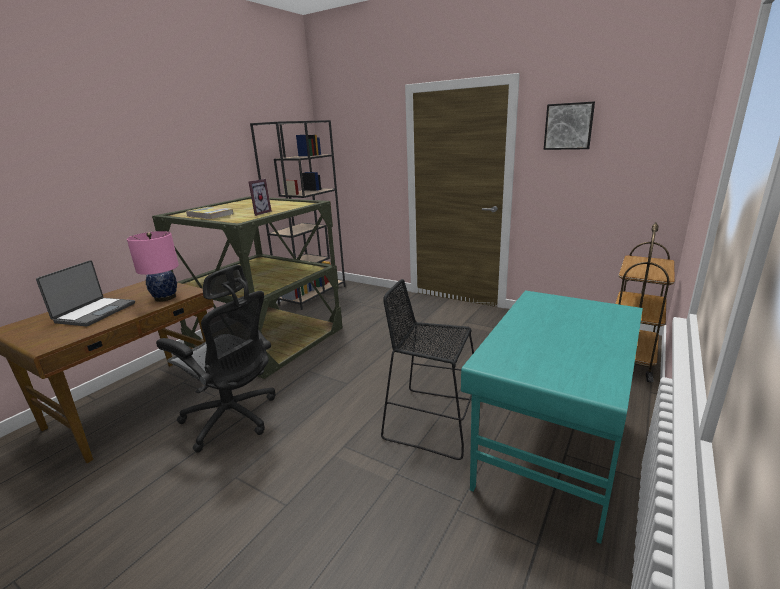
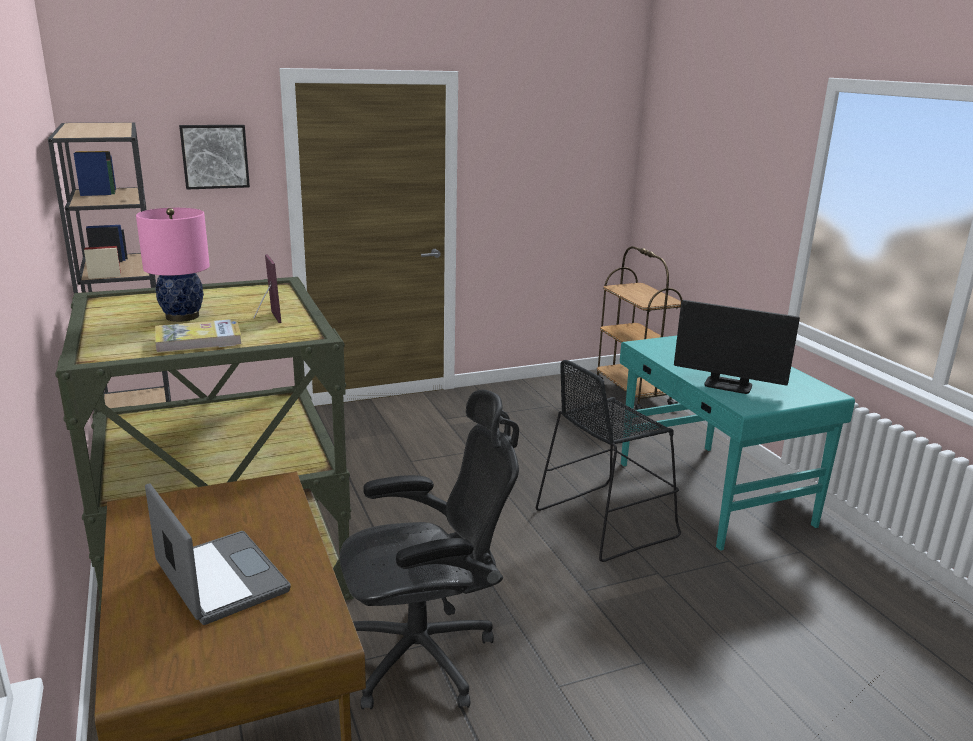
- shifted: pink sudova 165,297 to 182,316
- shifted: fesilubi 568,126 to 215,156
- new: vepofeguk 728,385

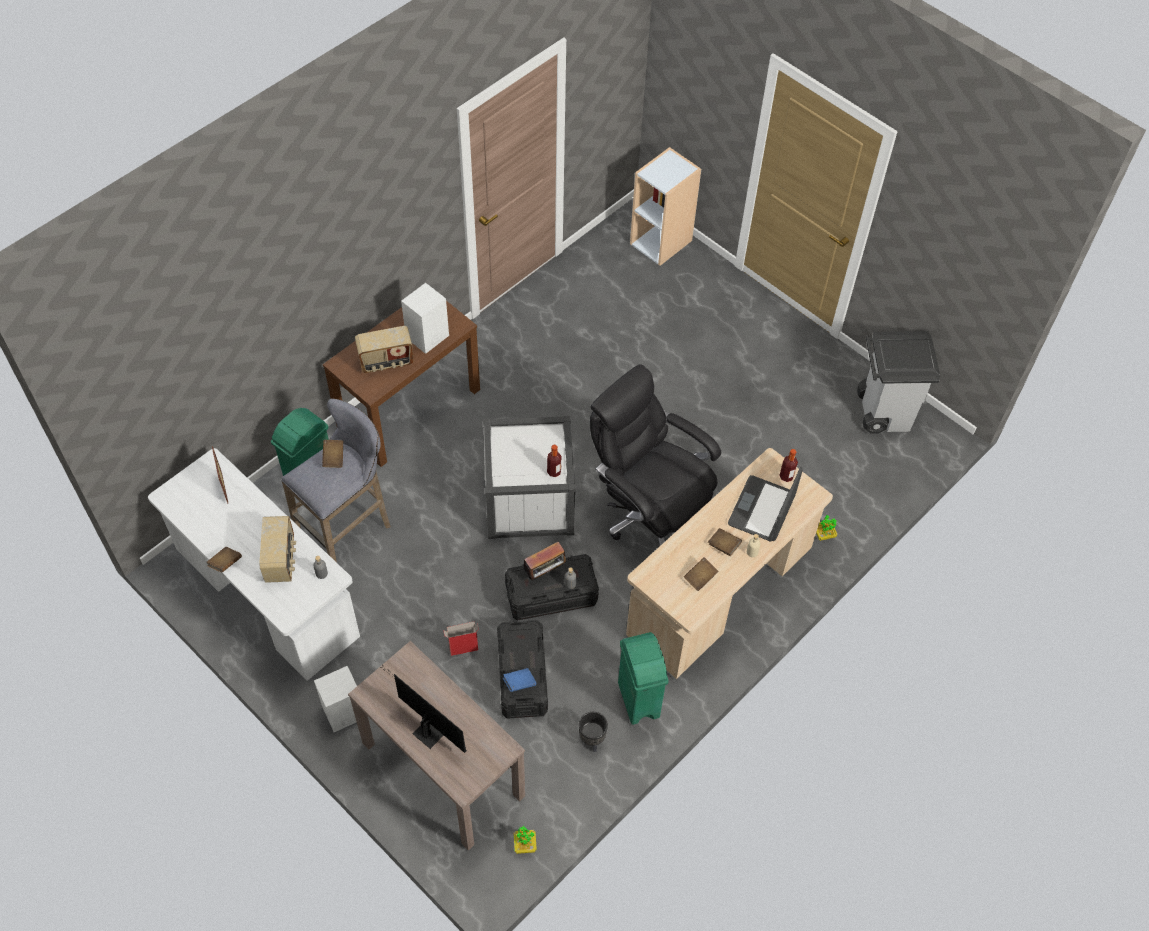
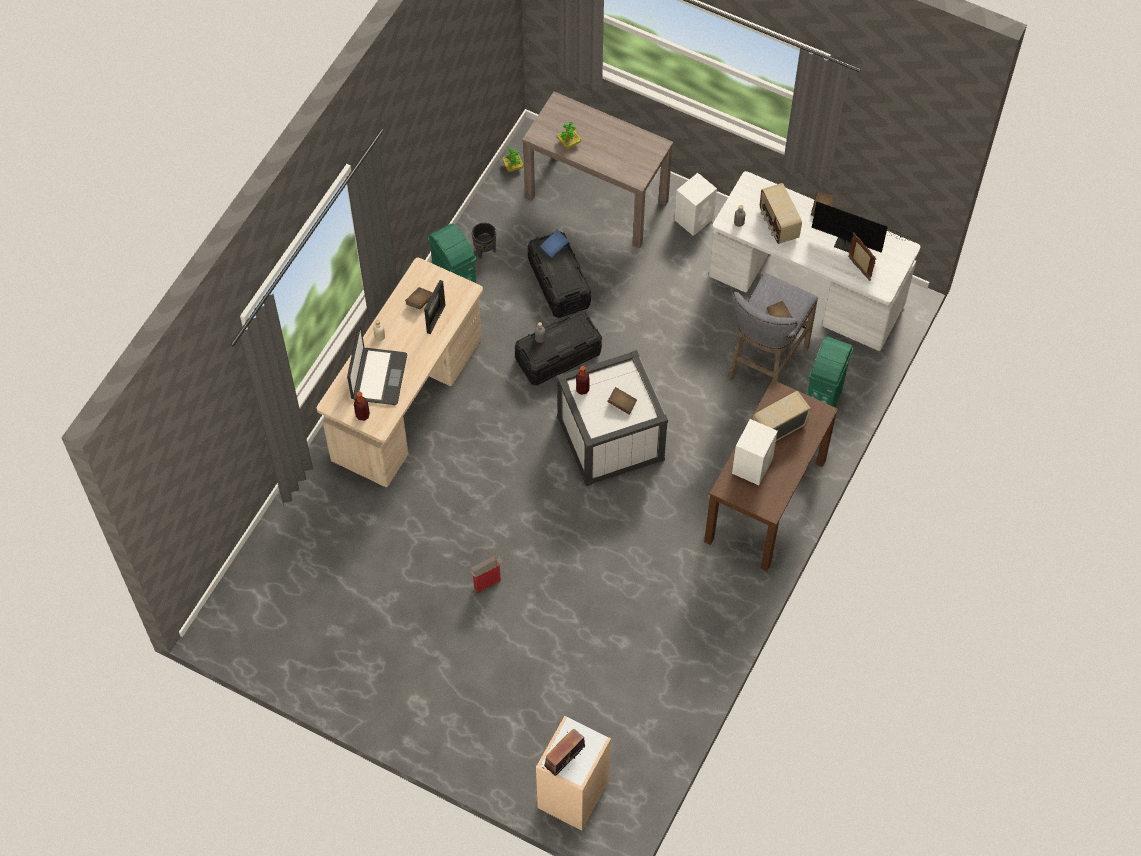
- new: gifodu 436,319
- shifted: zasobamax 463,650 to 487,584
- shifted: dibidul 545,572 to 563,760
- shifted: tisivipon 824,534 to 569,142
- shifted: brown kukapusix 724,546 to 622,404
- shifted: vepofeguk 427,728 to 849,244
- gone: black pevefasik 648,512
- gone: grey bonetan 882,411

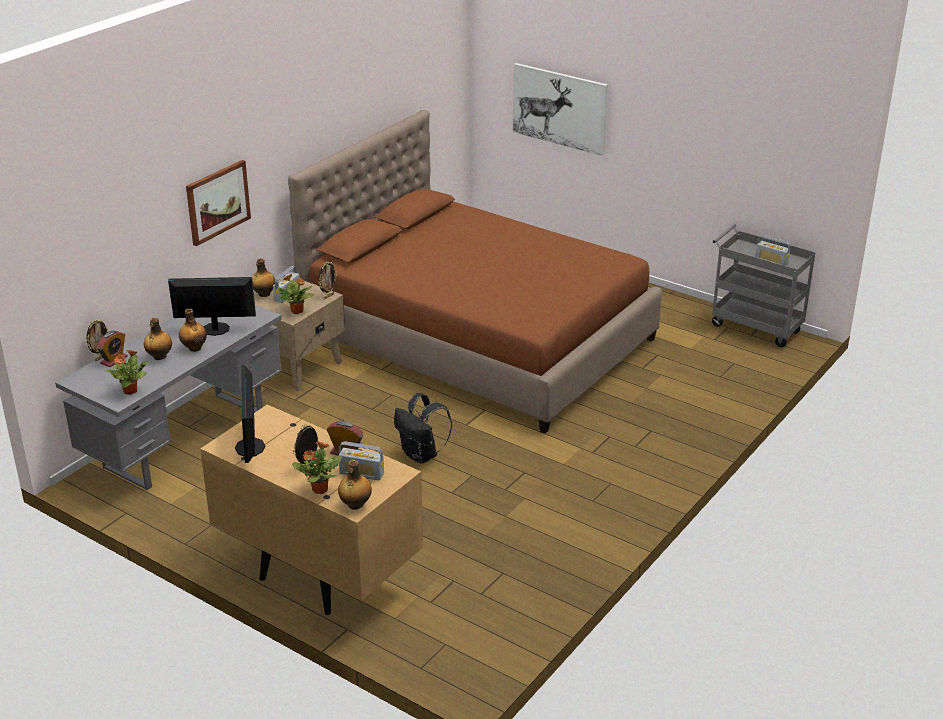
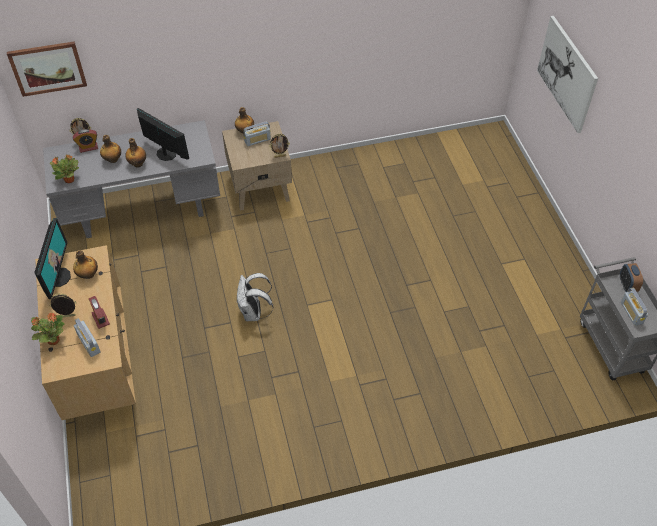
- shifted: fesilubi 217,202 to 48,68
- rotated: vepofeguk 251,447 = 59,277 150 degrees clockwise
- shifted: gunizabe 355,505 to 88,275
- repainted: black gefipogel 422,455 to white gefipogel 253,313
- new: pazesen 627,285
- gone: tisivipon 297,311
- gone: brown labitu 477,338

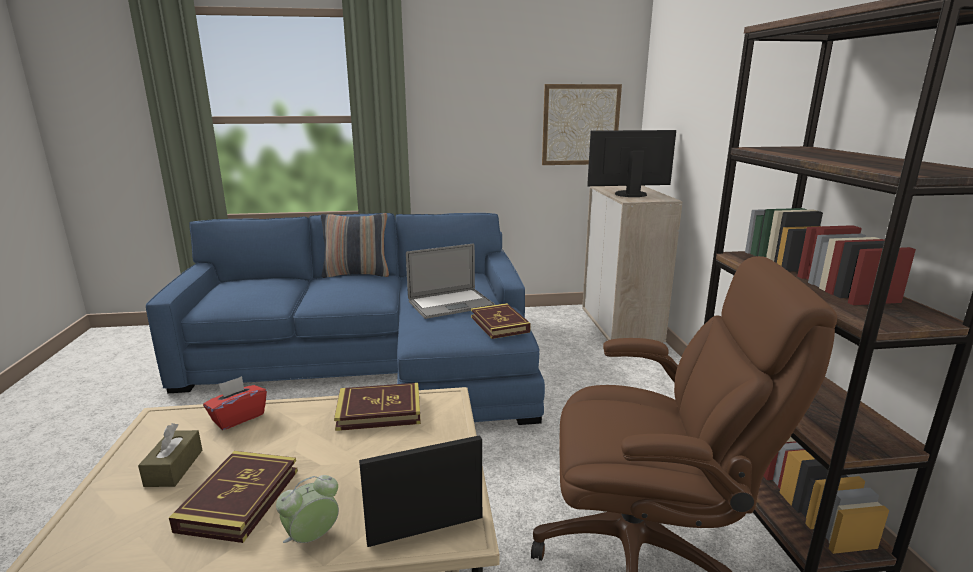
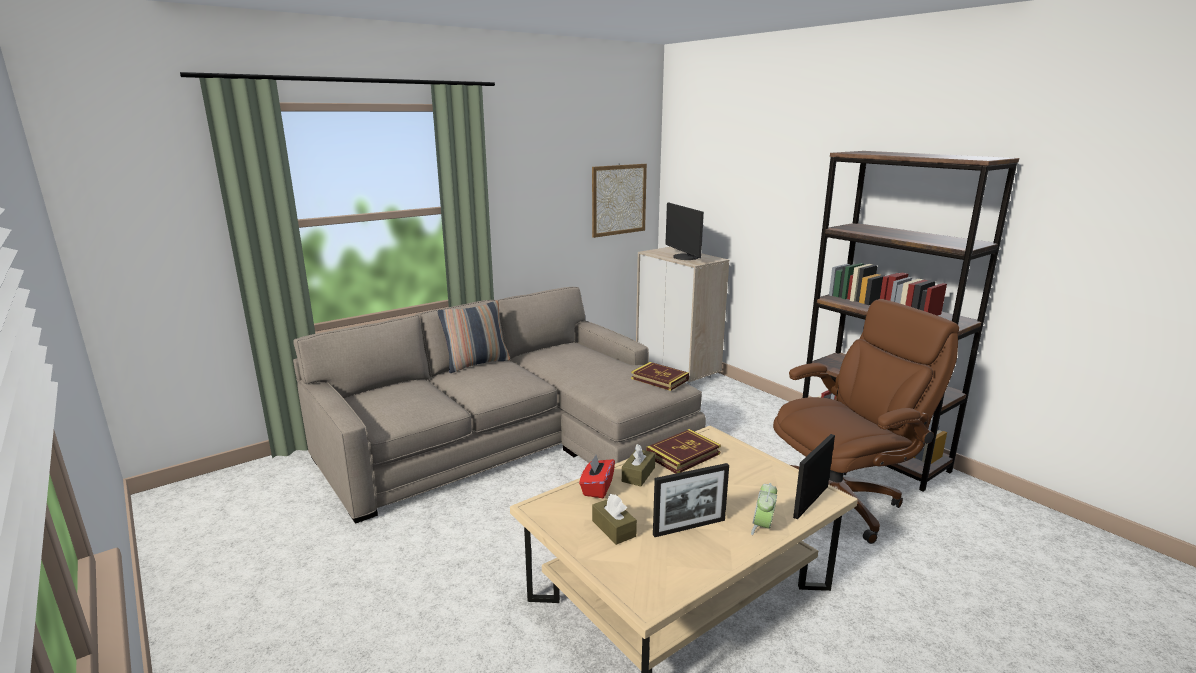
- repainted: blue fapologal 375,358 to beige fapologal 513,439
- new: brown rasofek 638,474
- swapped: kukapusix 239,499 to gifodu 689,527
- rotated: vepofeguk 629,194 = 684,257 75 degrees counterclockwise
- gone: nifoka 451,304

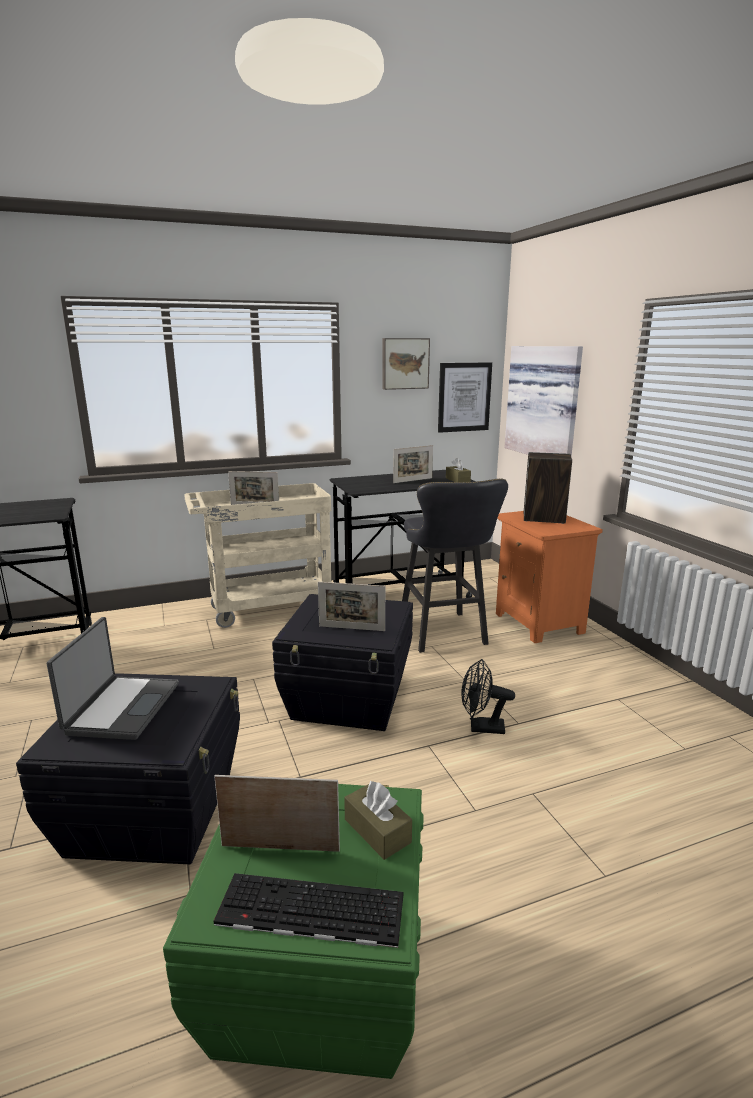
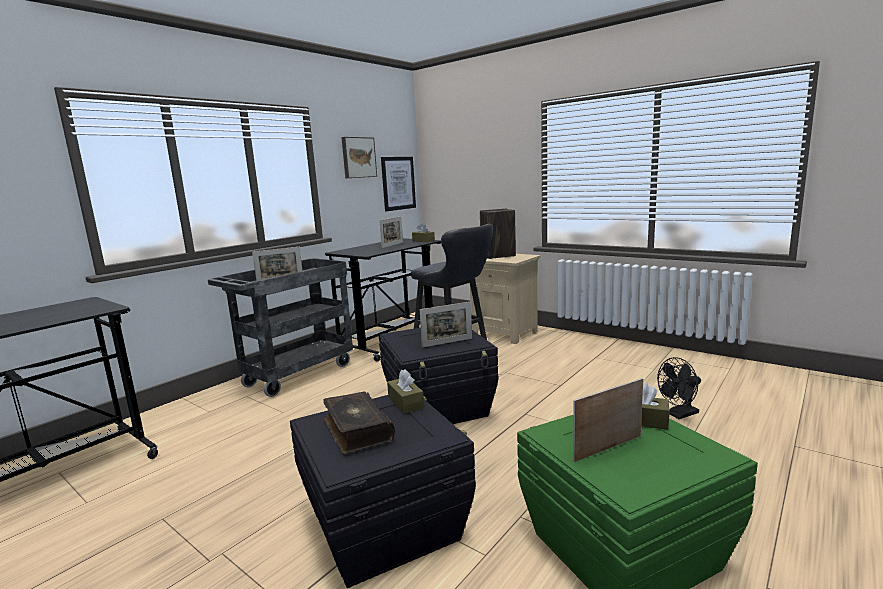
- repainted: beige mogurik 265,611 to black mogurik 295,377
- swapped: nifoka 121,708 to kukapusix 356,430
- new: brown rasofek 405,403
- repainted: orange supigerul 537,624 to beige supigerul 504,334
- shifted: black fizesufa 481,727 to 679,414
- gone: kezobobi 308,912
- gone: fesilubi 545,402

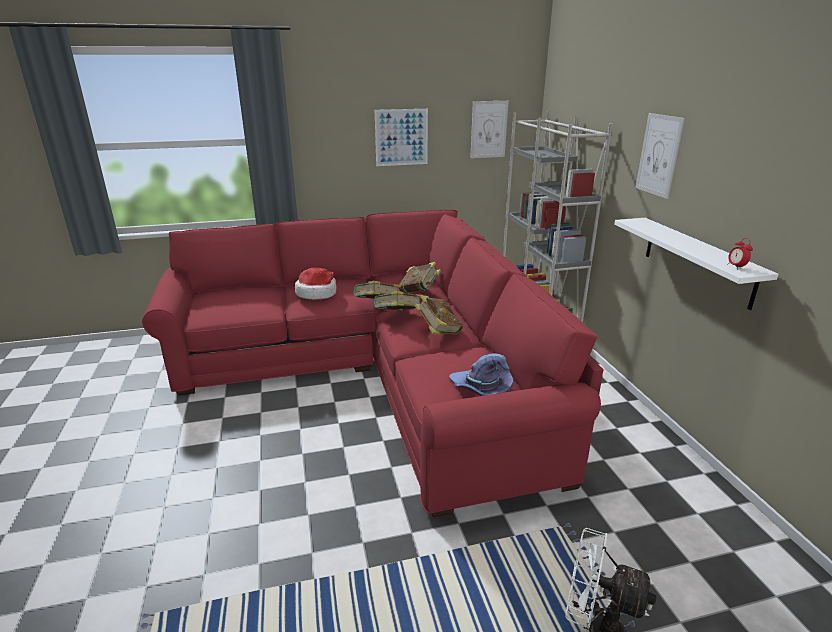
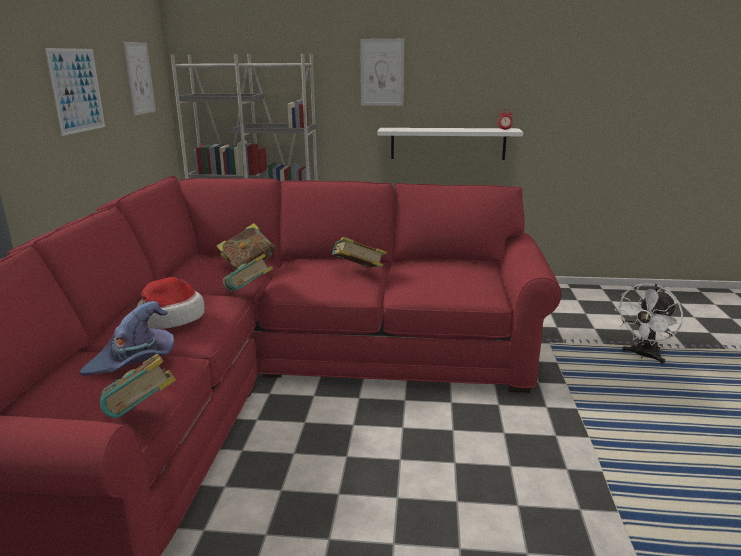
- shifted: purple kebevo 481,389 to 134,361
- shifted: kukapusix 398,317 to 143,414

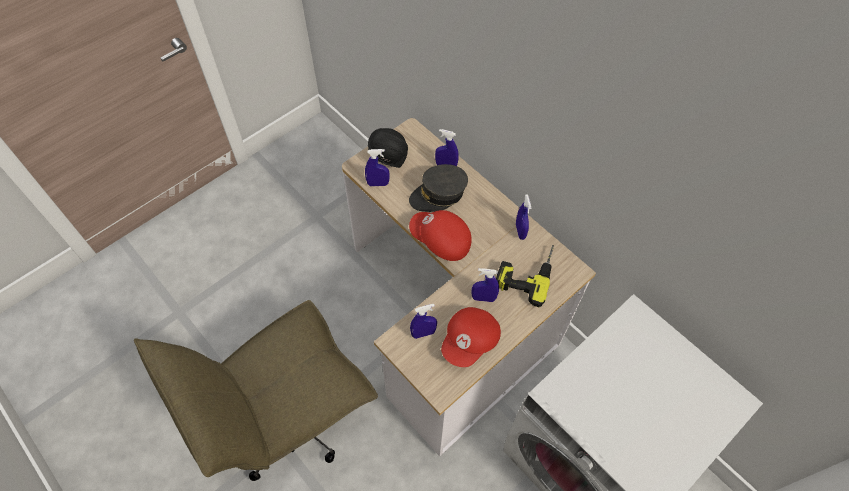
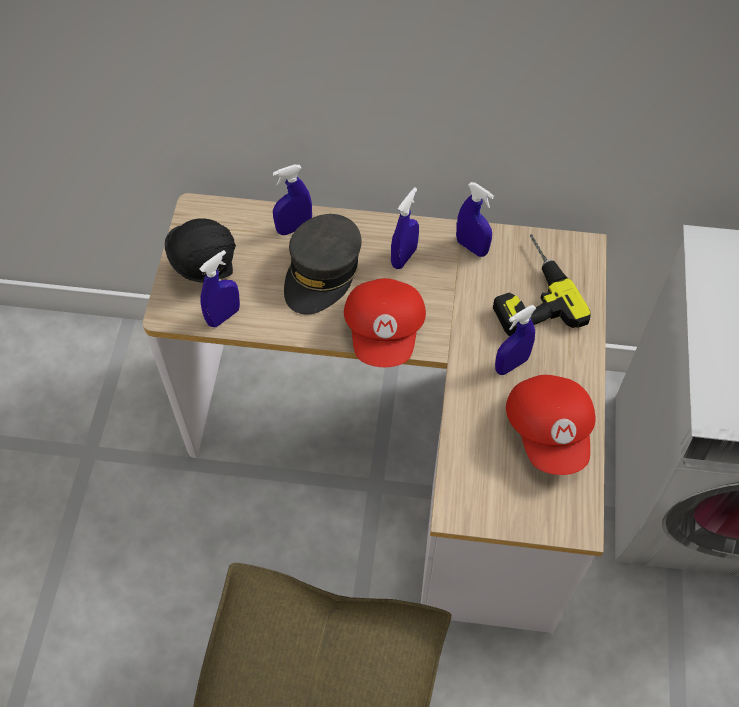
- rotated: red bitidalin 440,241 = 385,332 75 degrees counterclockwise
- shifted: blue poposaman 423,333 to 404,257

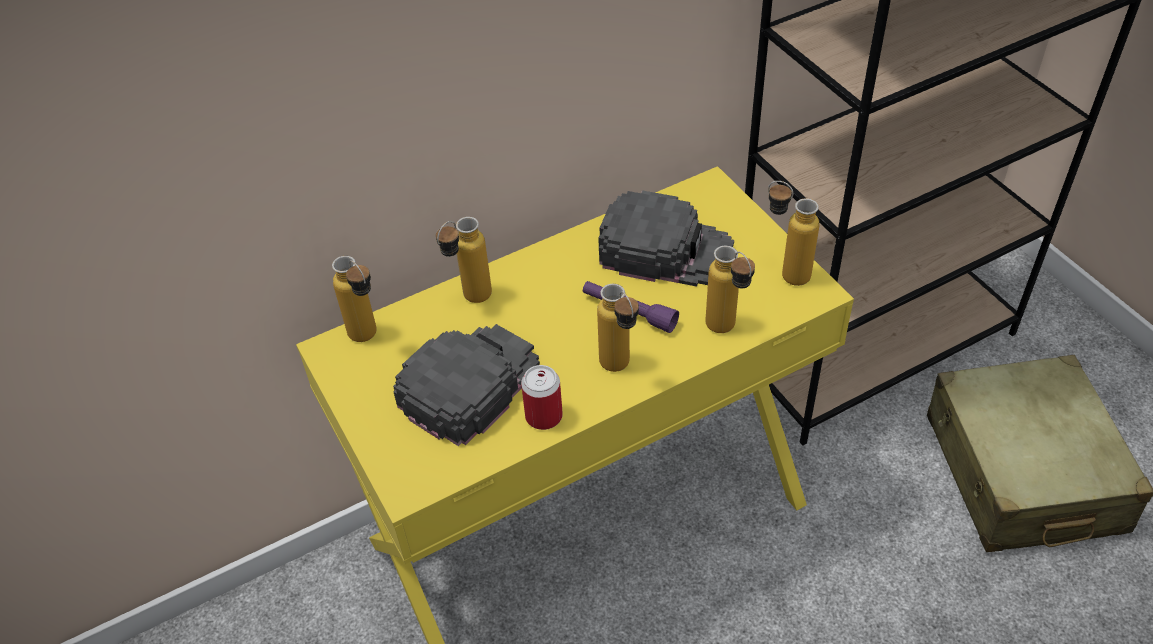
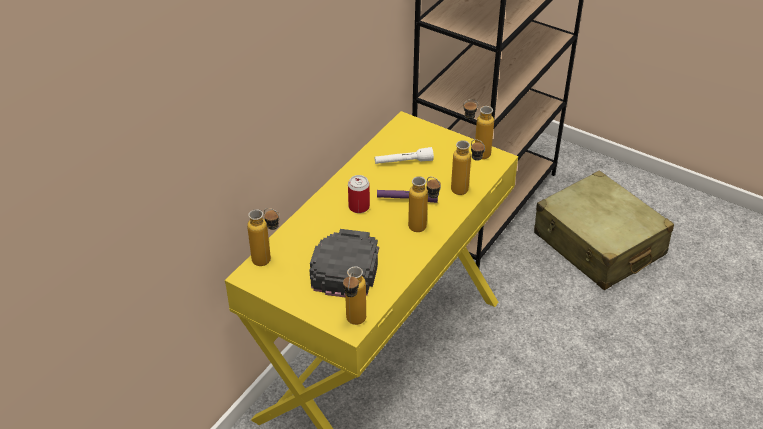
- shifted: gunizabe 469,301 to 354,324
- shifted: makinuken 544,416 to 359,207
- swapped: black bitidalin 665,249 to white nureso 403,162

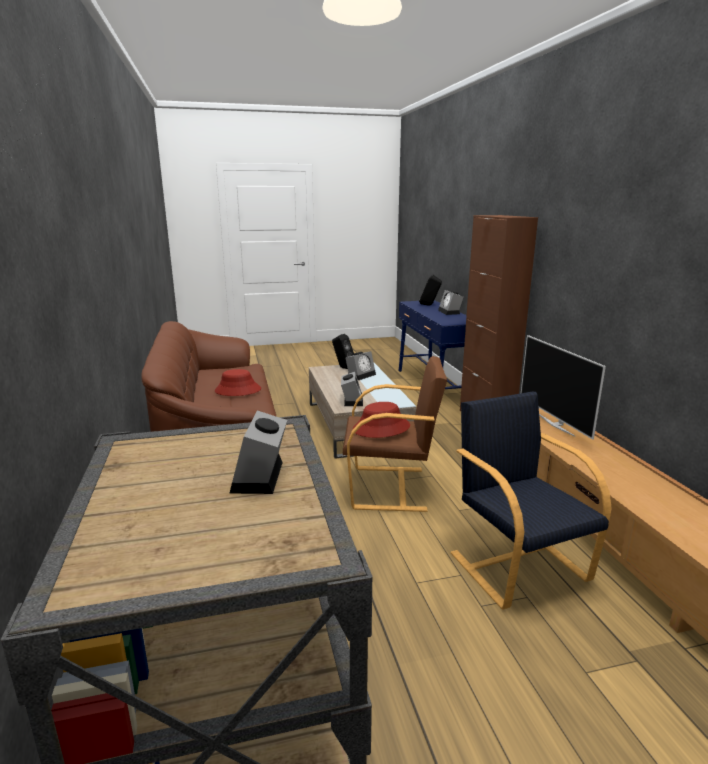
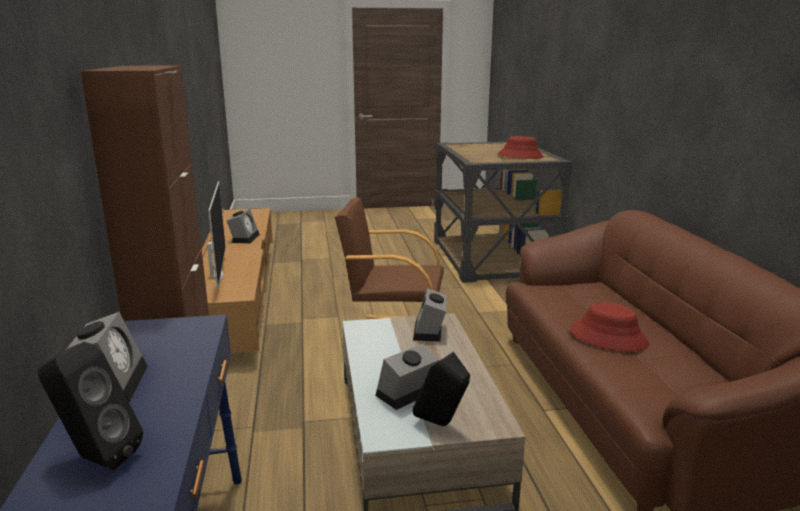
- shifted: pazesen 260,478 to 244,238
- shifted: red kebevo 381,428 to 520,156
- gone: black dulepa 518,565

